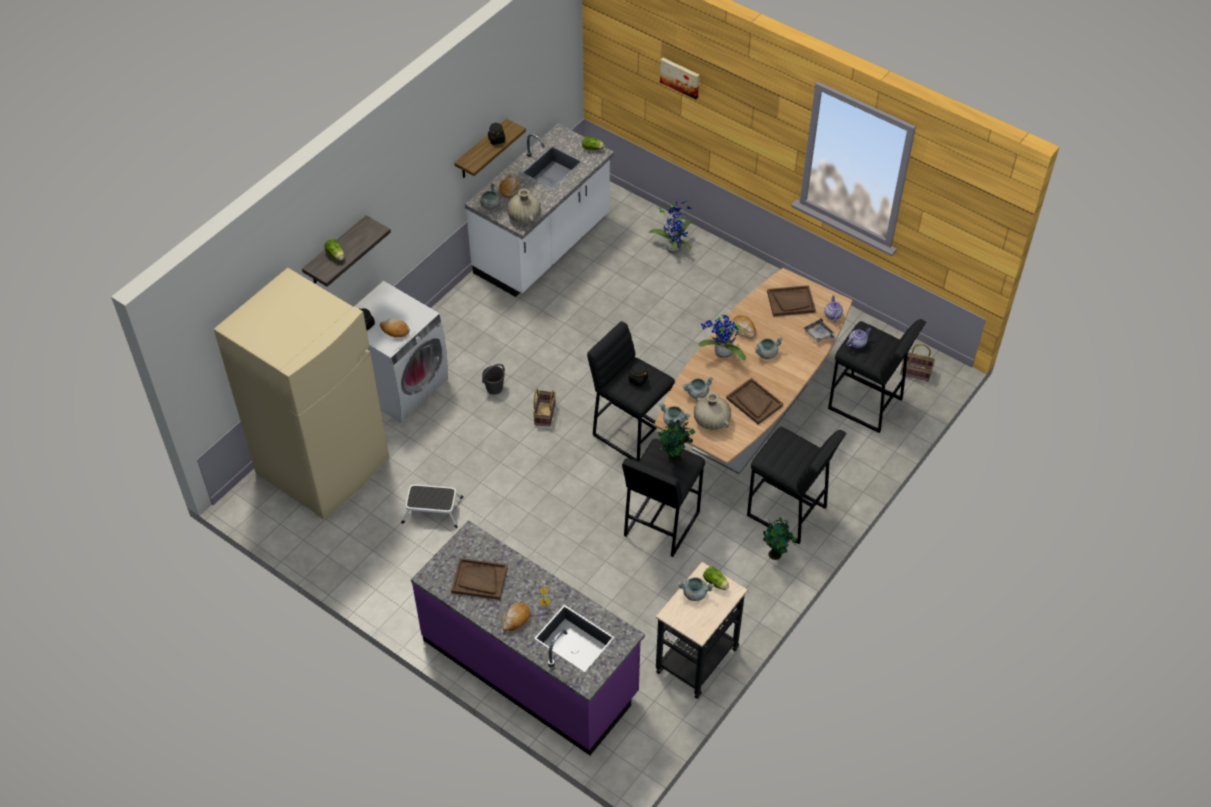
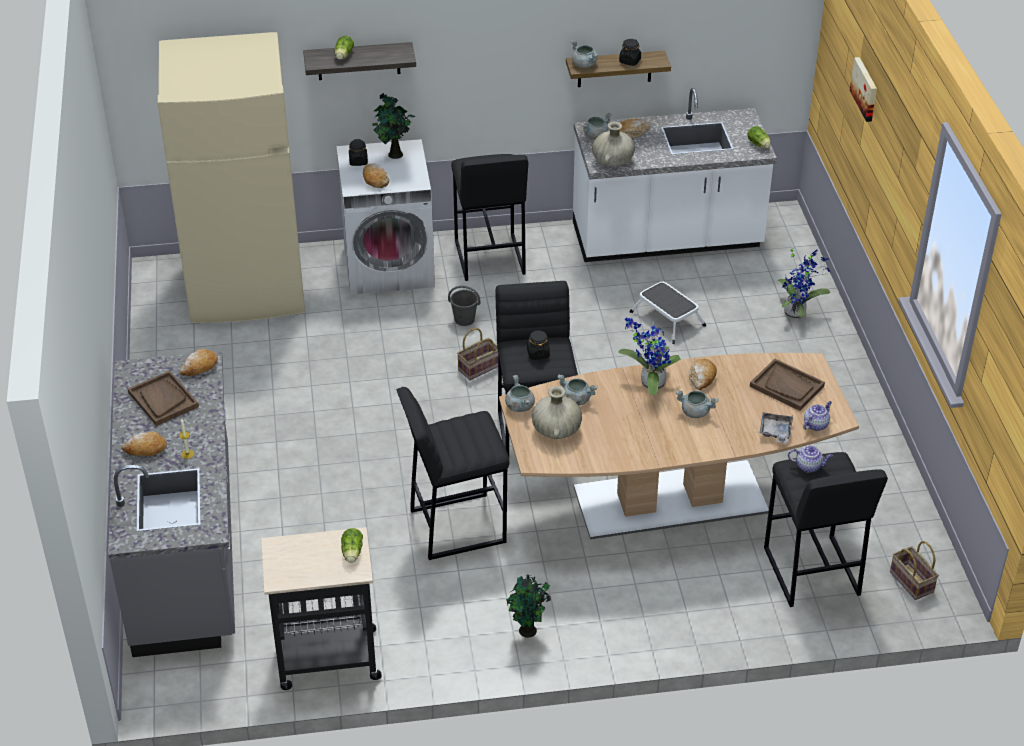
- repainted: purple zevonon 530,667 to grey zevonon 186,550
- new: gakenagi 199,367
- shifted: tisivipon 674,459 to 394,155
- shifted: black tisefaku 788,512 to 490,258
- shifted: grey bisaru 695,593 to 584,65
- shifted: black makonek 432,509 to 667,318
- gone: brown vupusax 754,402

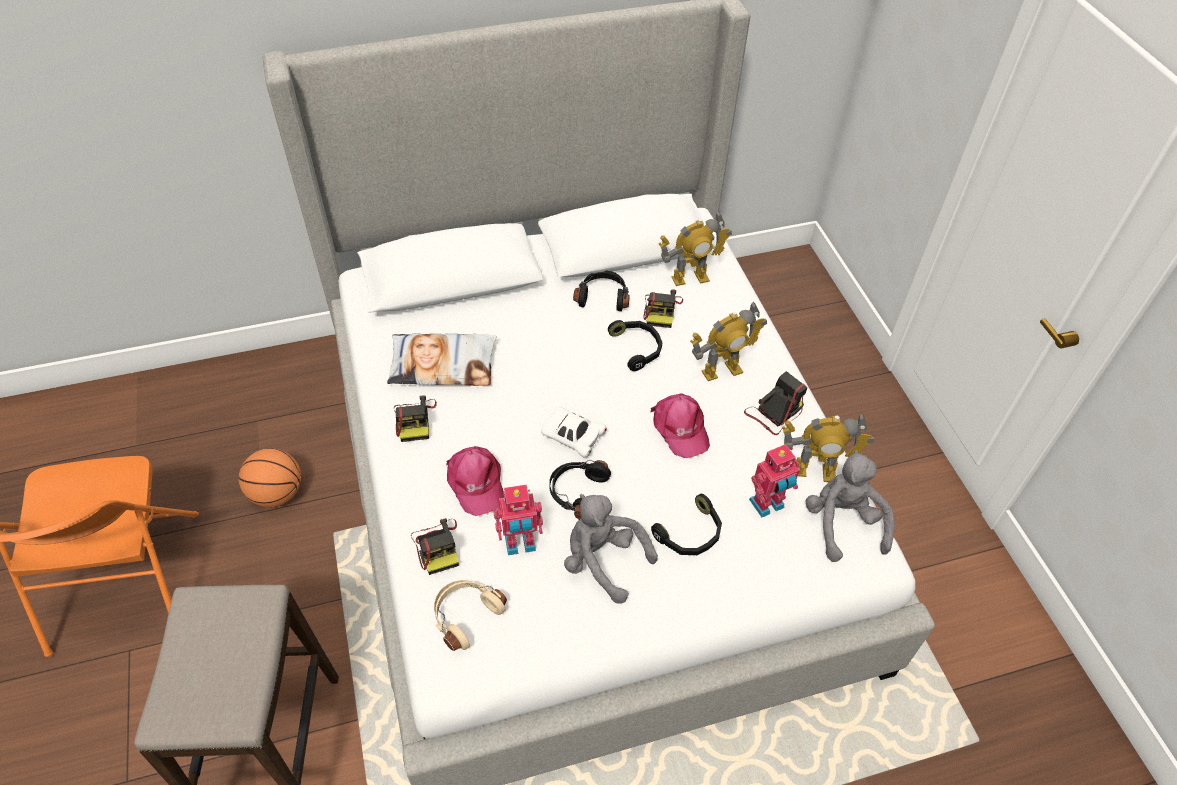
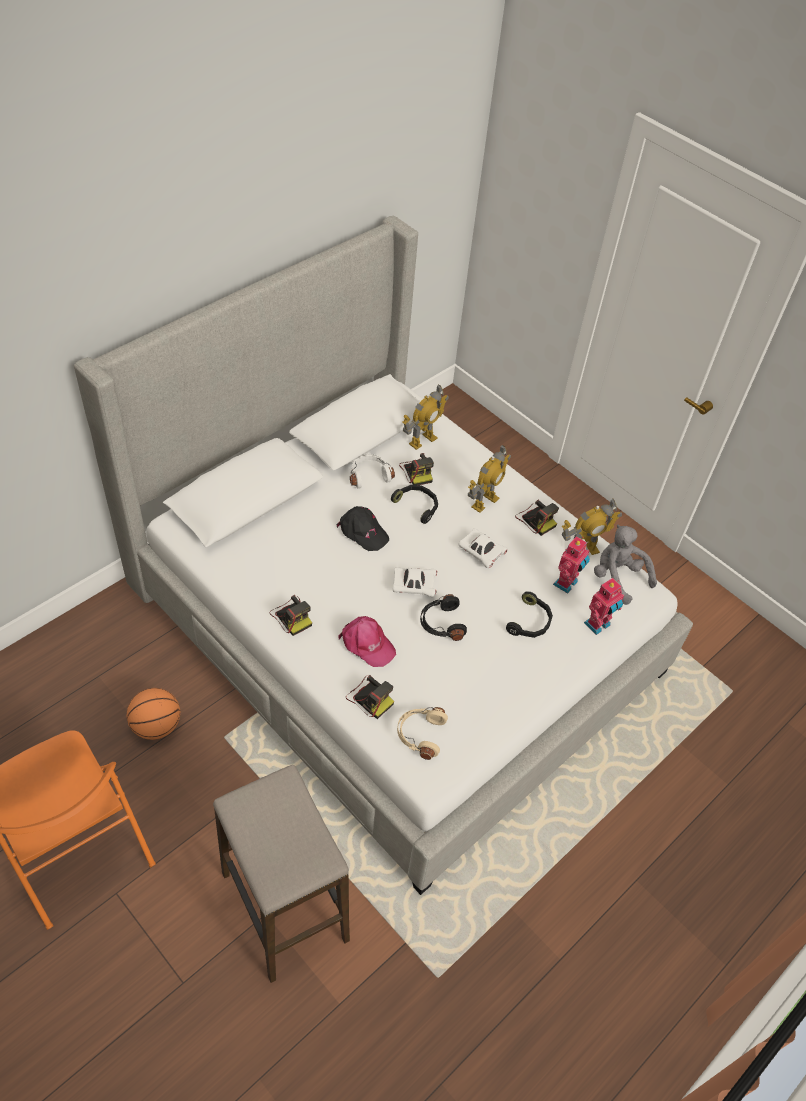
- new: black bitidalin 362,532
- repainted: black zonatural 603,296 to white zonatural 369,475
- swapped: pink bitidalin 680,428 to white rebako 481,553
- rotated: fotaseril 774,413 = 535,519 120 degrees clockwise
- shifted: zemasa 520,544 to 598,625
- gone: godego 443,365
- gone: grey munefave 603,561

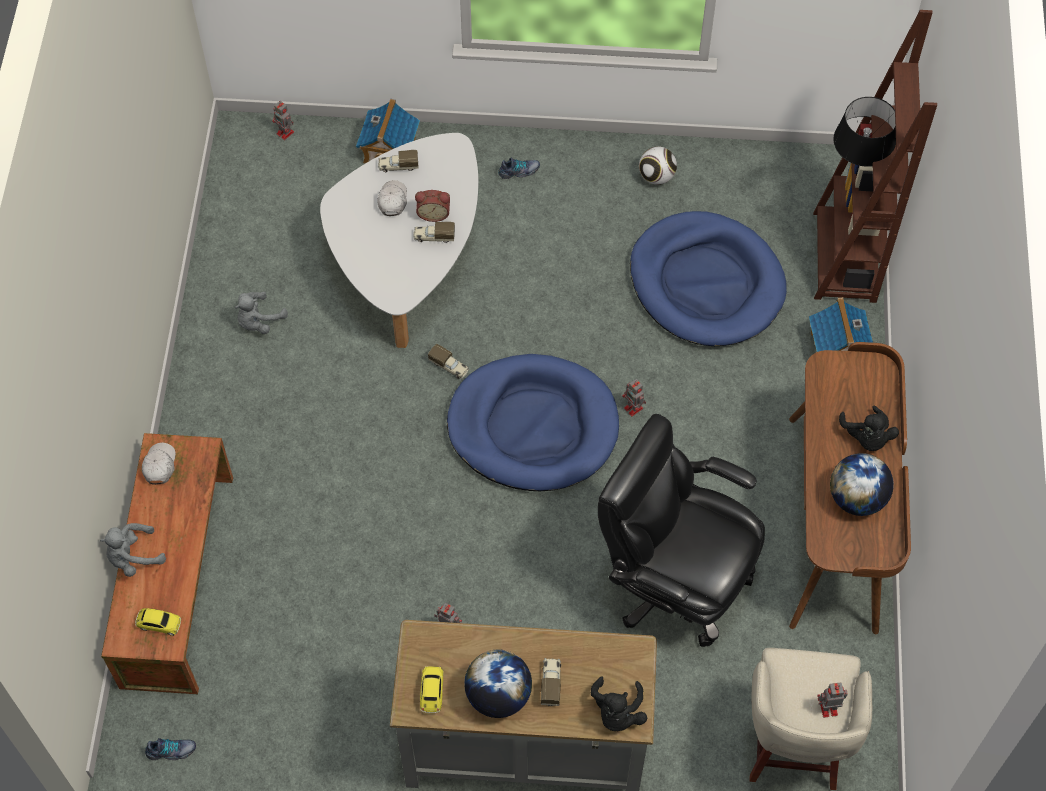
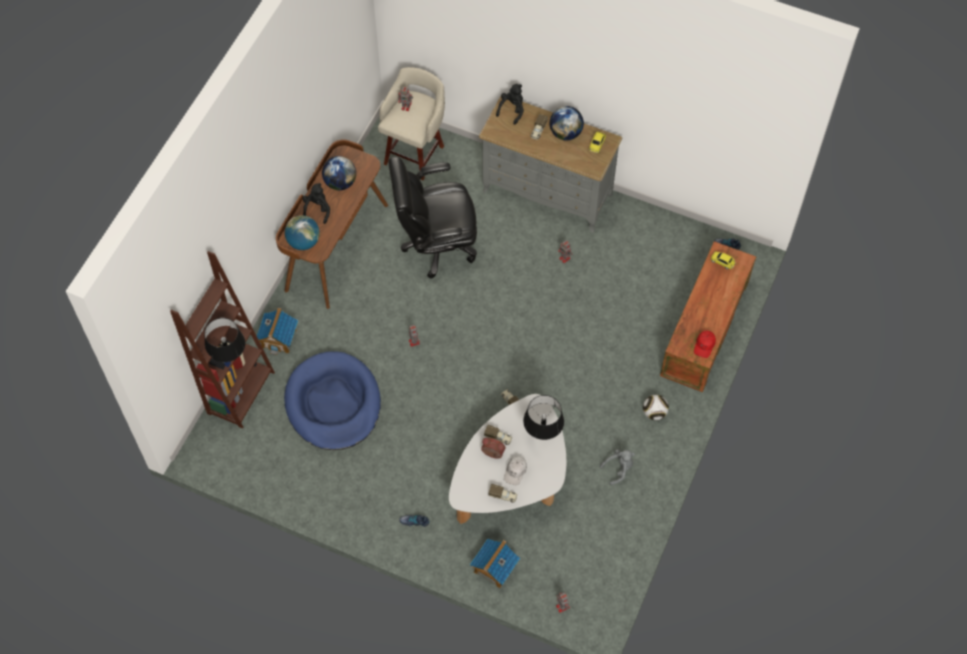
- new: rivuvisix 304,242
- rotated: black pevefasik 674,580 = 435,245 120 degrees clockwise
- new: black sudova 542,437
- shifted: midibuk 656,176 to 654,413
- repainted: white bitidalin 159,466 to red bitidalin 704,345
- gone: grey munefave 133,557
- gone: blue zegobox 533,426

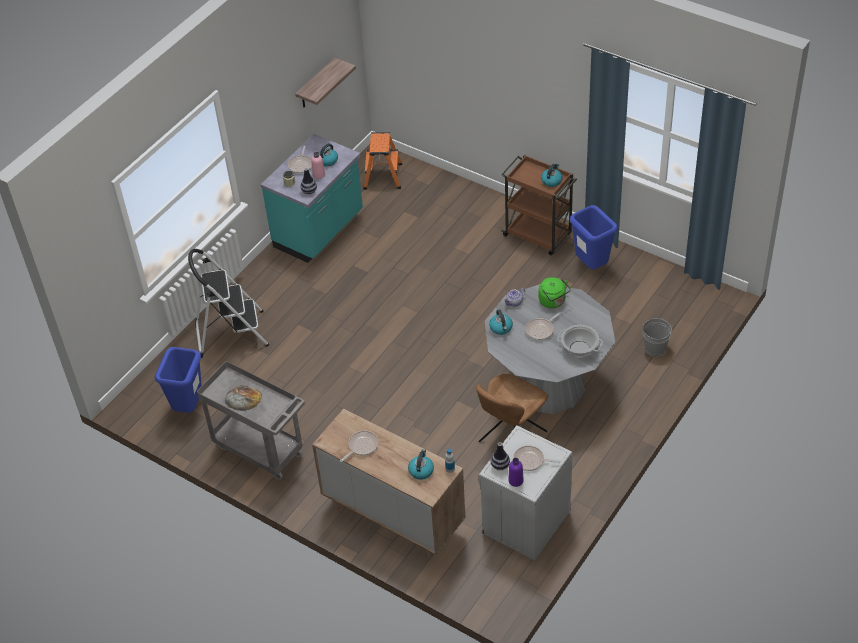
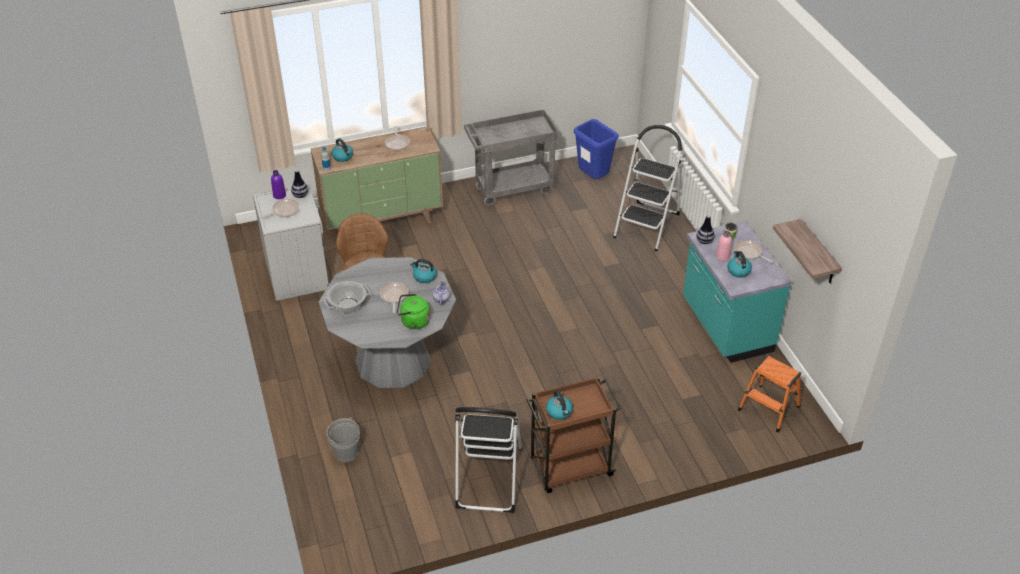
- swapped: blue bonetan 591,266 to makonek 488,479
- gone: gakenagi 243,398

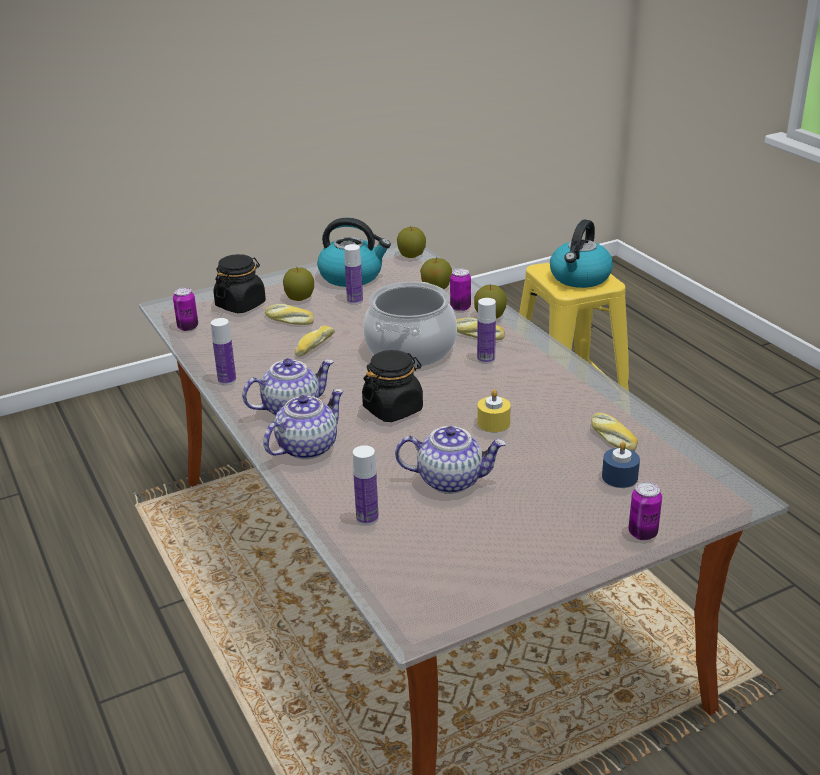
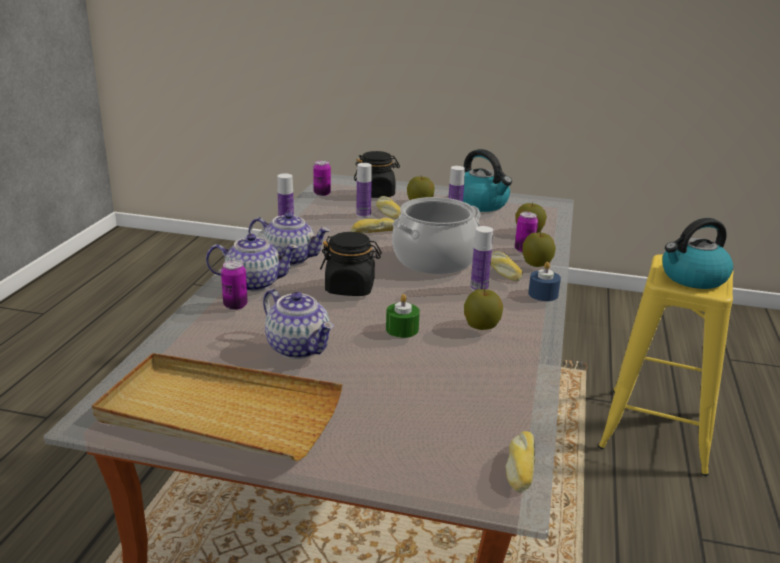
- new: beige vupusax 218,413
- shifted: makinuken 642,533 to 235,305
- shifted: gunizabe 367,518 to 363,215
- repainted: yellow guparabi 493,423 to green guparabi 402,329
- shifted: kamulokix 411,256 to 481,326
- shifted: gakenagi 611,438 to 519,466
- shifted: blue guparabi 619,477 to 543,294

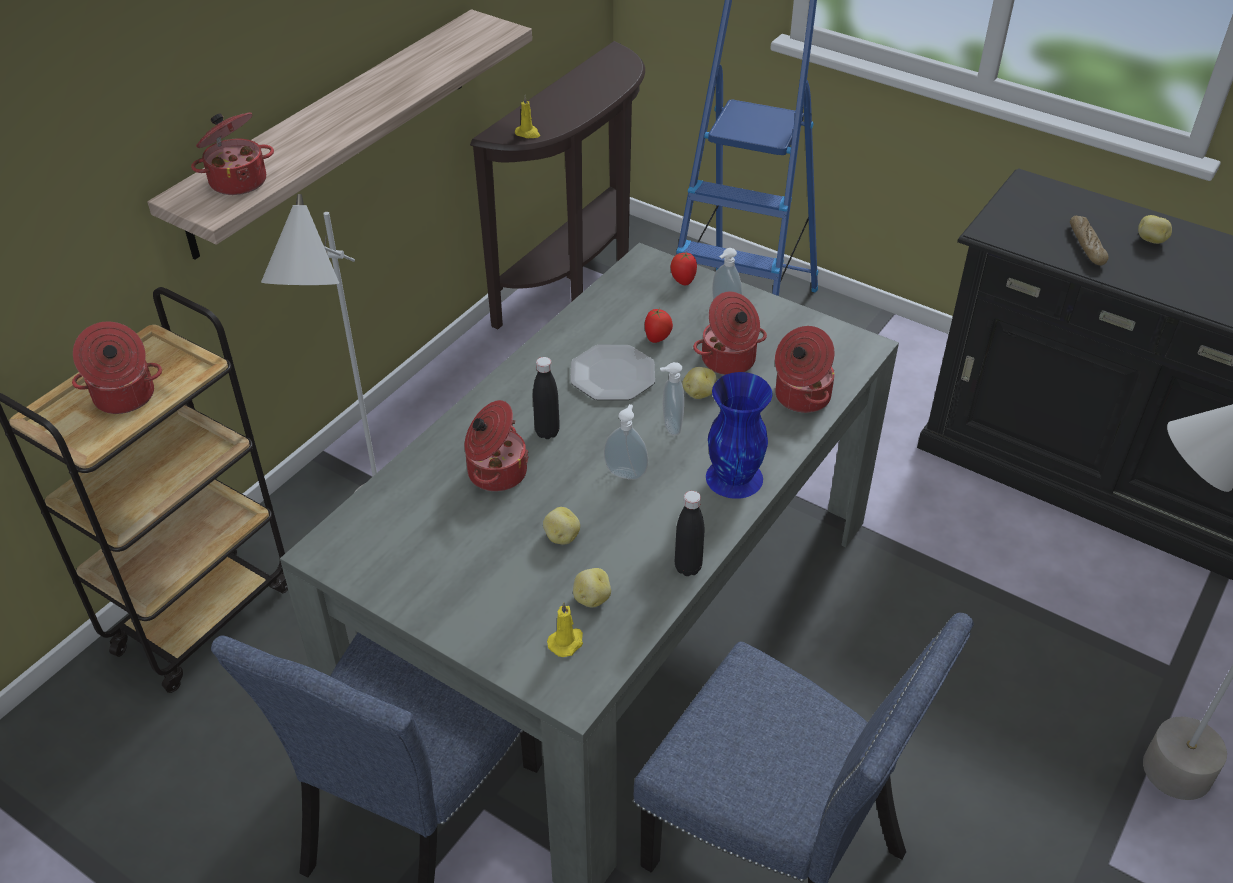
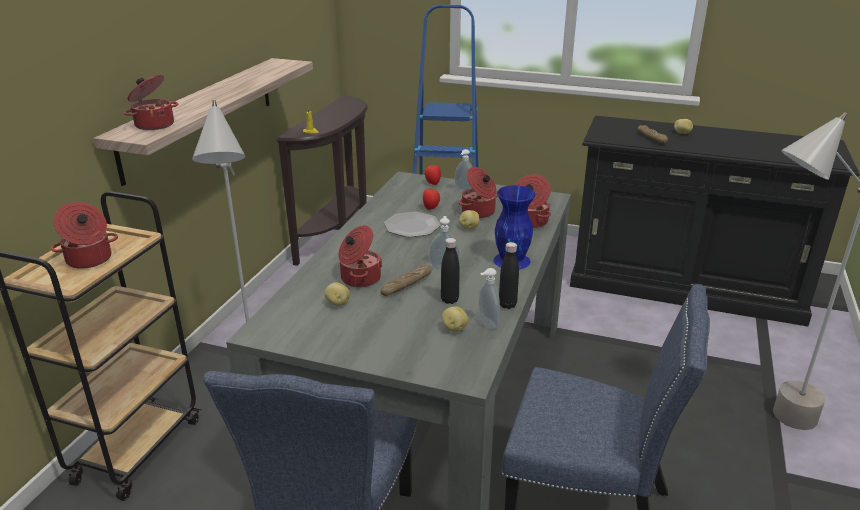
- shifted: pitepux 561,537 to 337,303
- new: gakenagi 406,285
- shifted: black gunizabe 547,432 to 449,300
- shifted: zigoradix 670,426 to 486,324
- gone: yellow guparabi 566,642

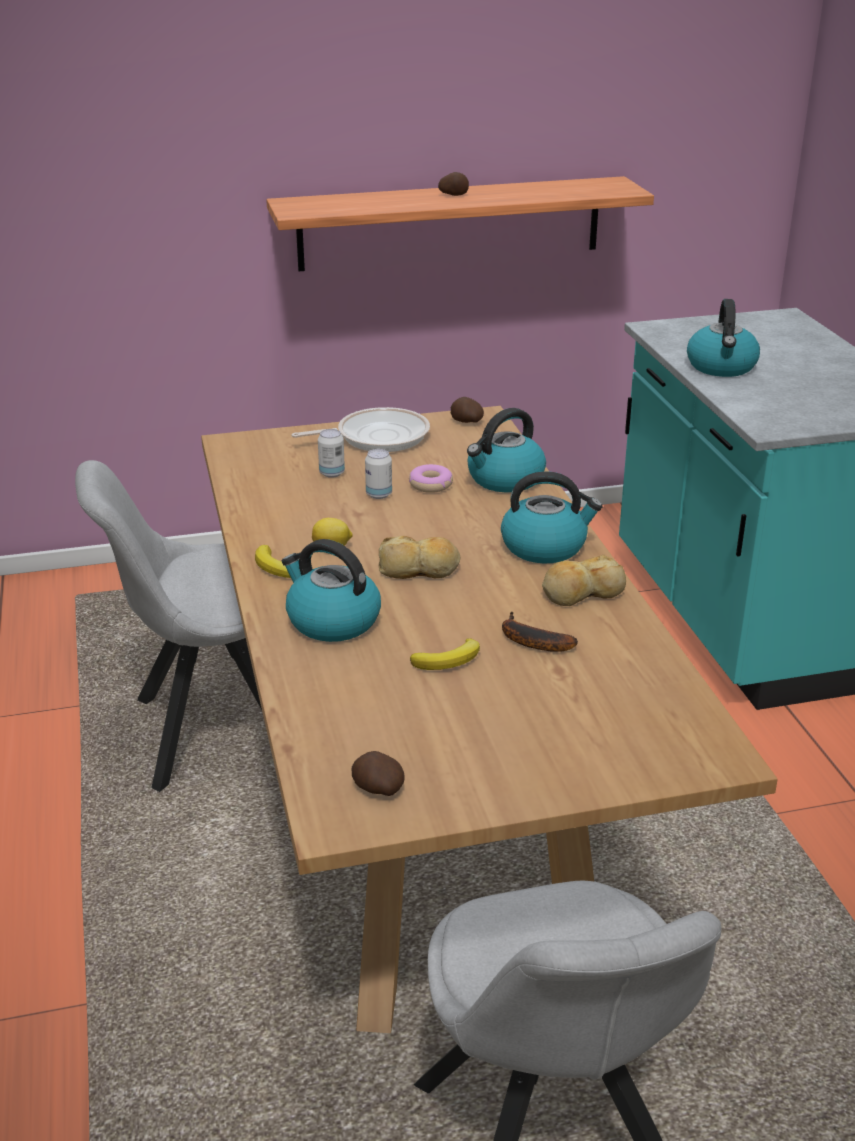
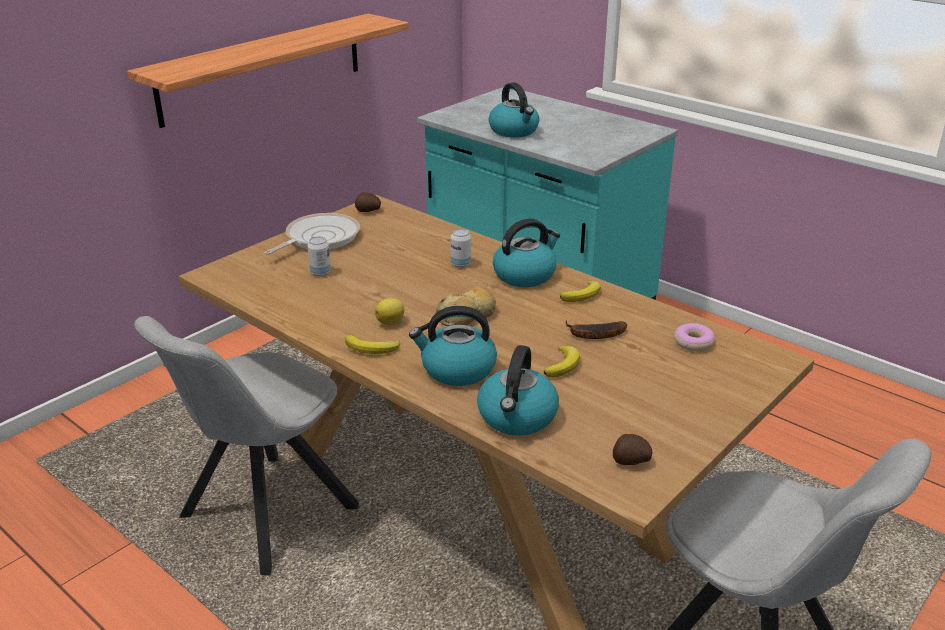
- shifted: makinuken 379,494 to 461,264
- shifted: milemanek 505,479 to 517,417
- swapped: gakenagi 581,592 to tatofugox 583,295
- shifted: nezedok 431,485 to 693,342
- gone: pitepux 453,195

